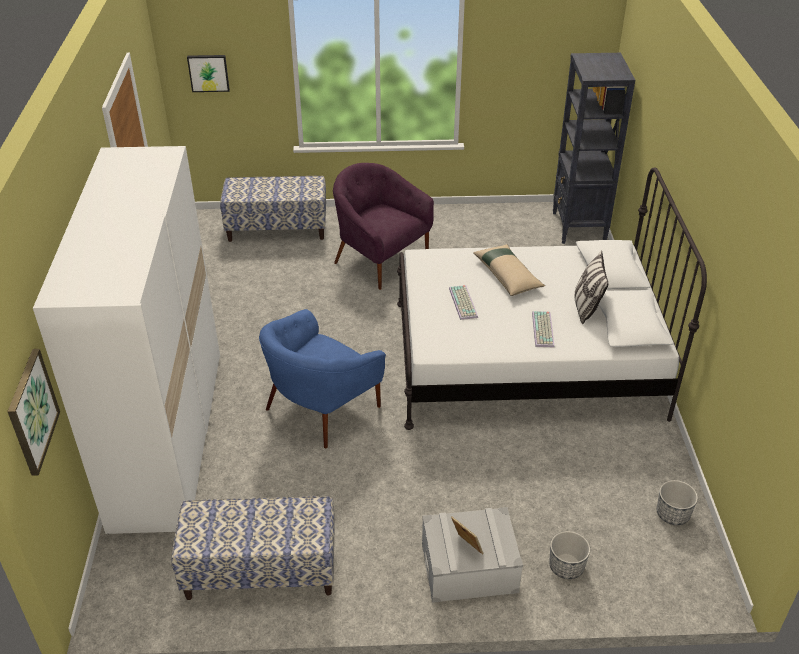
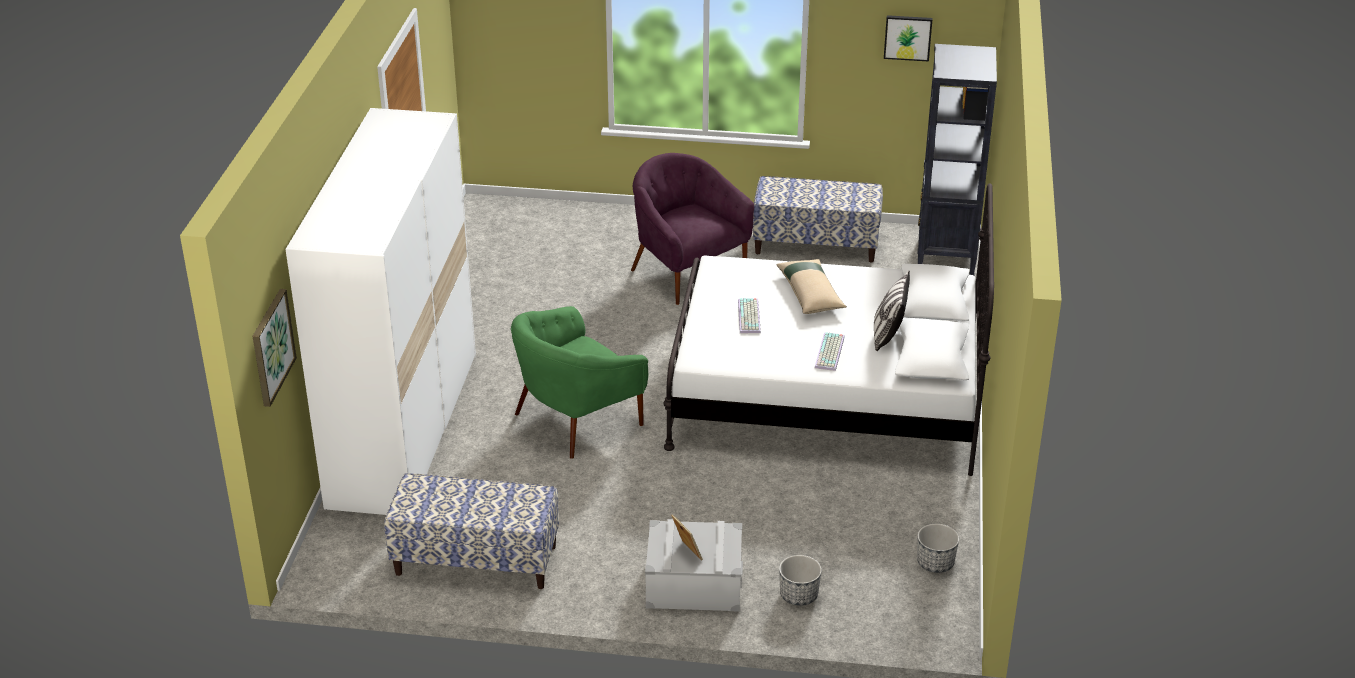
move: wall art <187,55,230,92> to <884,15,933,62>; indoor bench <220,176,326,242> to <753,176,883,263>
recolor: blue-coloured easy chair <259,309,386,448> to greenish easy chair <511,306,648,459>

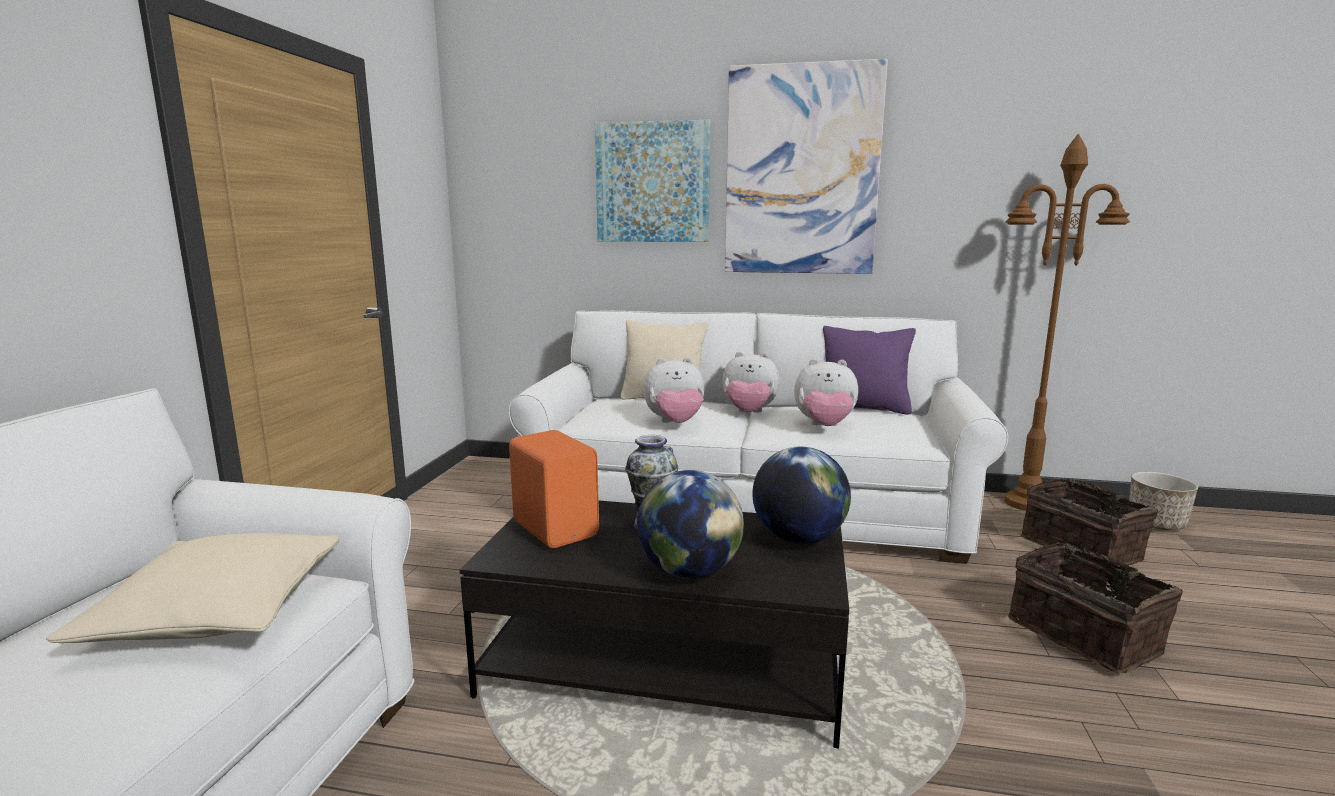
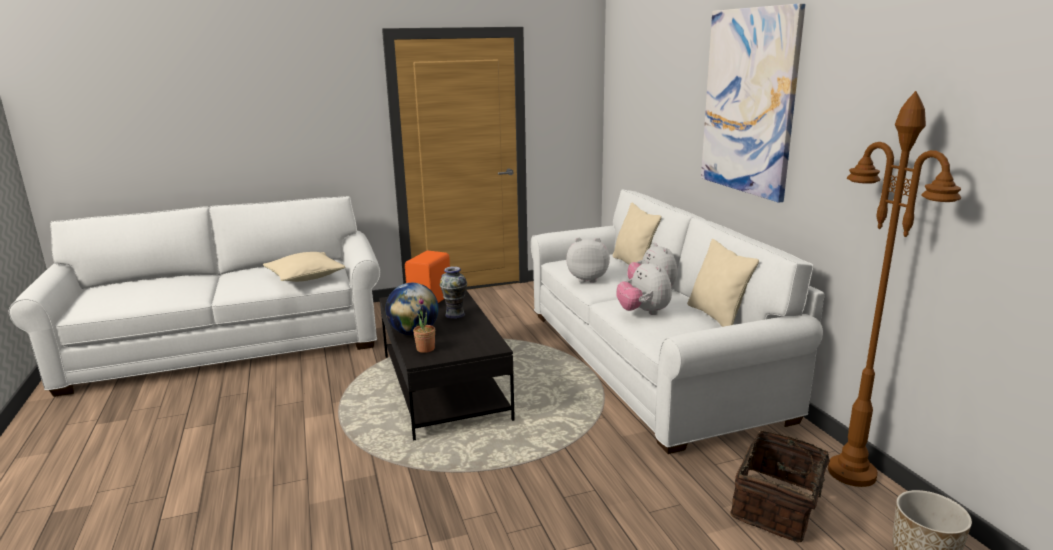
delete: wall art <595,120,710,242>; globe <752,446,851,544>; basket <1008,542,1183,673>
insert: plant in a pot <413,298,435,353>
recolor: purple-coloured cushion <823,326,916,415> to beige-coloured cushion <687,239,759,327>
rotate: soft toy <644,357,704,423> = <566,238,610,283> 135 degrees clockwise

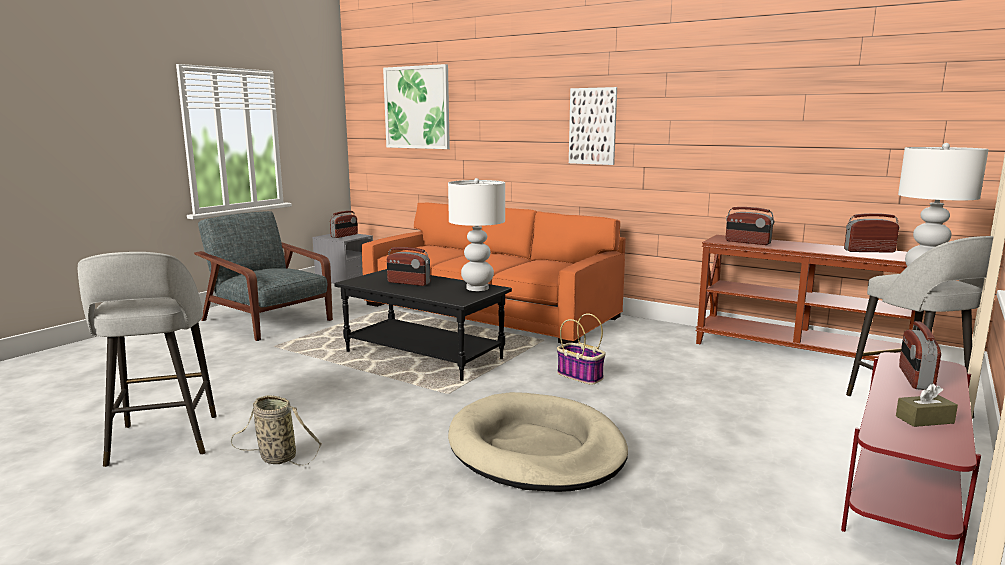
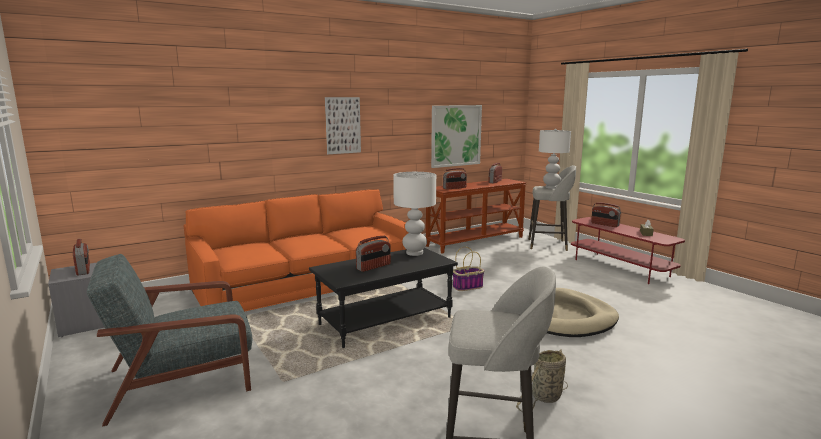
move: wall art <383,64,450,149> to <431,105,482,168>

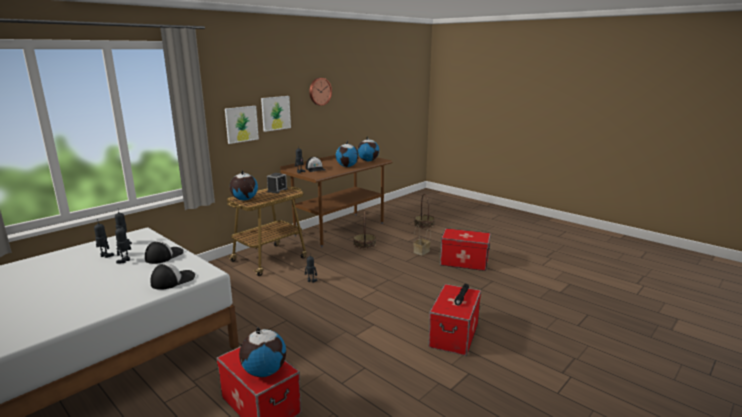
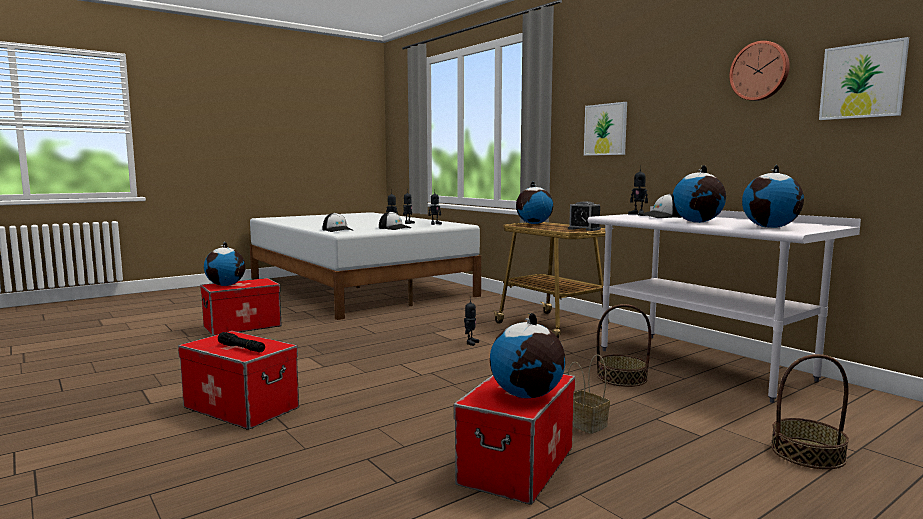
insert: globe <490,313,565,398>
move: wall art <261,96,291,132> to <819,37,909,120>
recolor: brownish desk unit <280,155,393,247> to whitish desk unit <588,206,861,403>

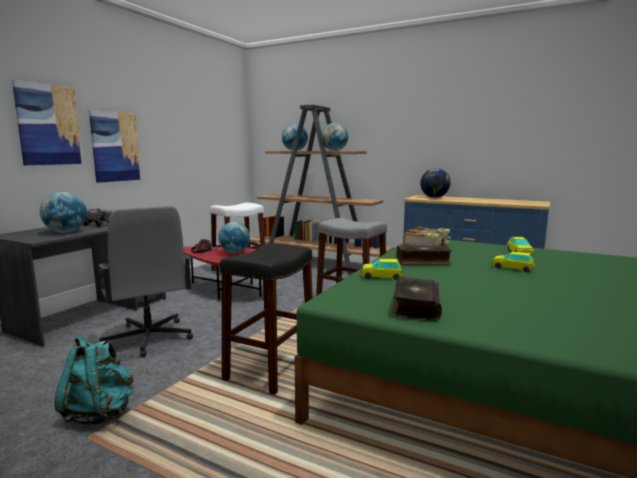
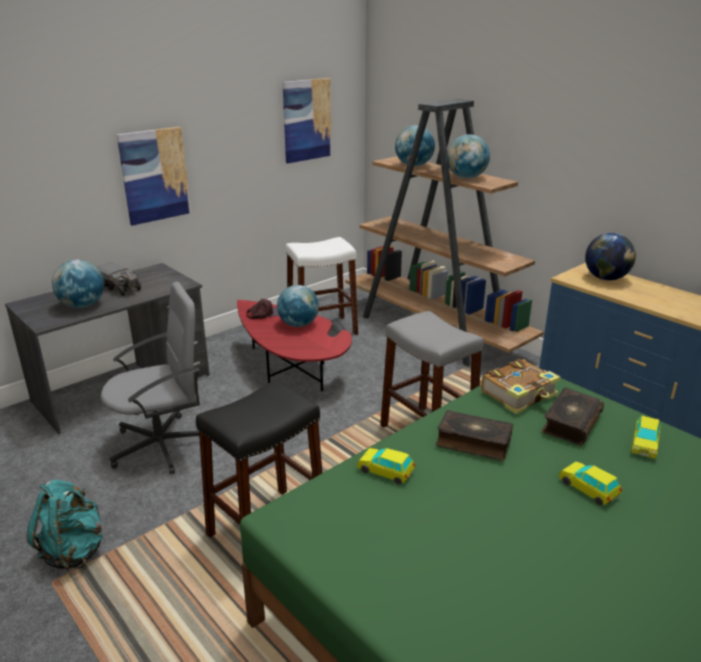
move: wall art <12,80,83,165> to <282,78,331,163>; volume <392,276,442,321> to <541,388,604,445>
rotate: gray desk chair <97,205,193,358> = <101,282,200,474> 105 degrees counterclockwise

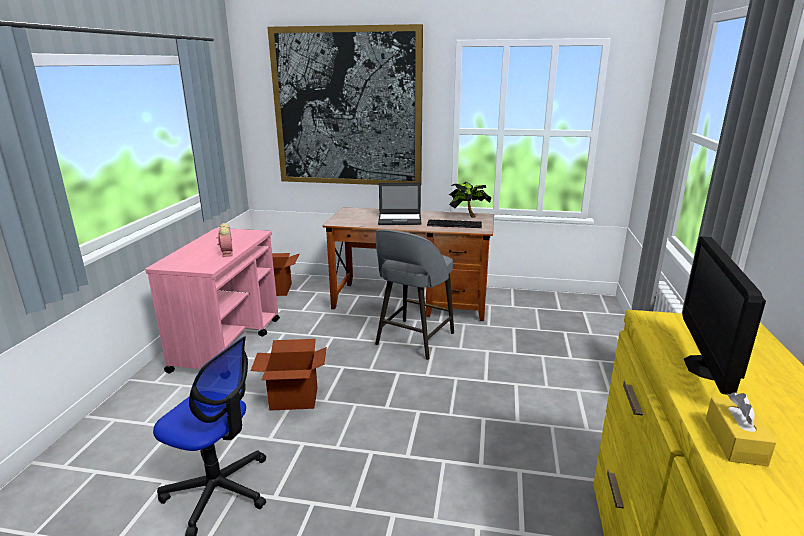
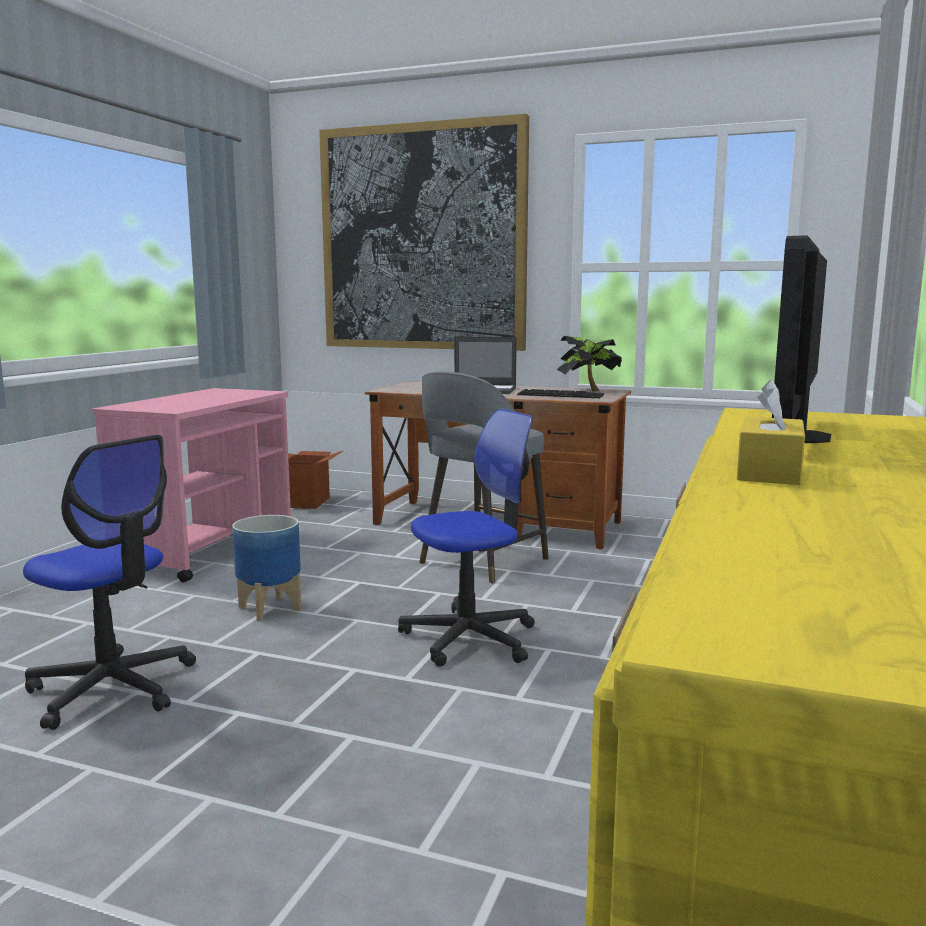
delete: alarm clock <216,223,233,257>
insert: desk chair <398,409,535,667>
replace: packing box <251,339,327,411> to planter <232,515,301,621>

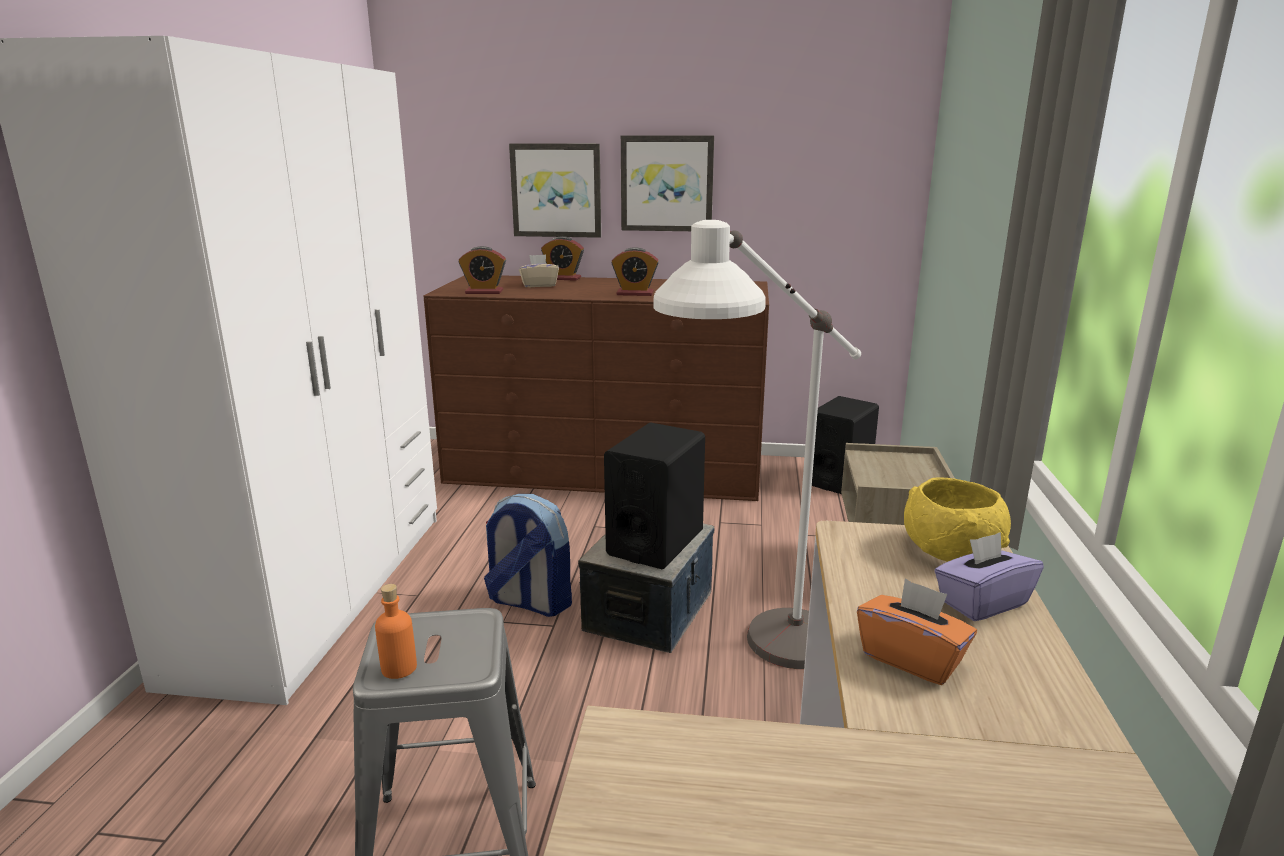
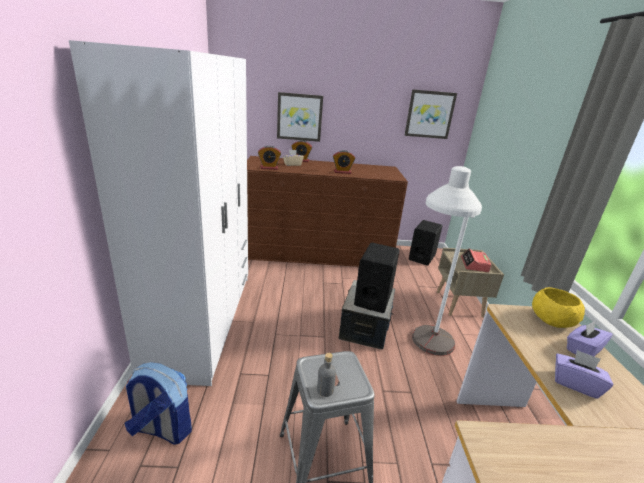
insert: alarm clock <461,248,492,272>
move: wall art <621,136,714,231> to <405,89,457,139>; knapsack <484,494,572,617> to <125,362,192,445>
recolor: orange tissue holder <857,578,977,685> to purple-coloured tissue holder <555,350,613,399>; orange drink bottle <375,584,417,679> to gray drink bottle <317,353,336,397>

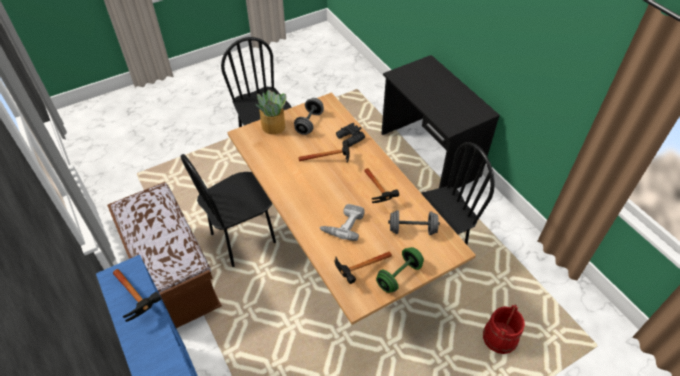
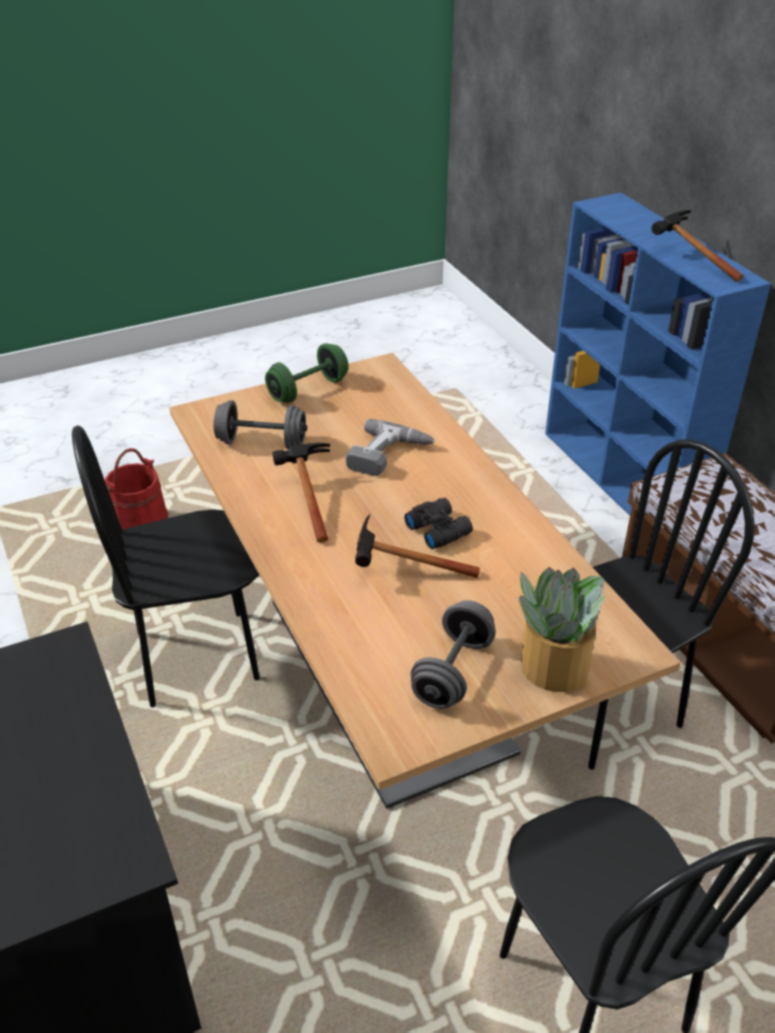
delete: hand hammer <334,252,392,284>
move: blackish field glasses <336,123,365,147> to <404,498,473,549>

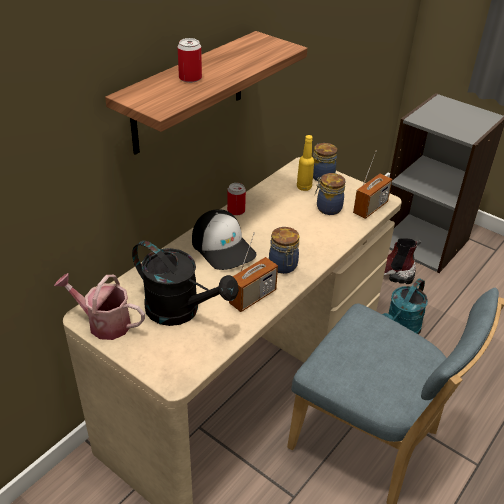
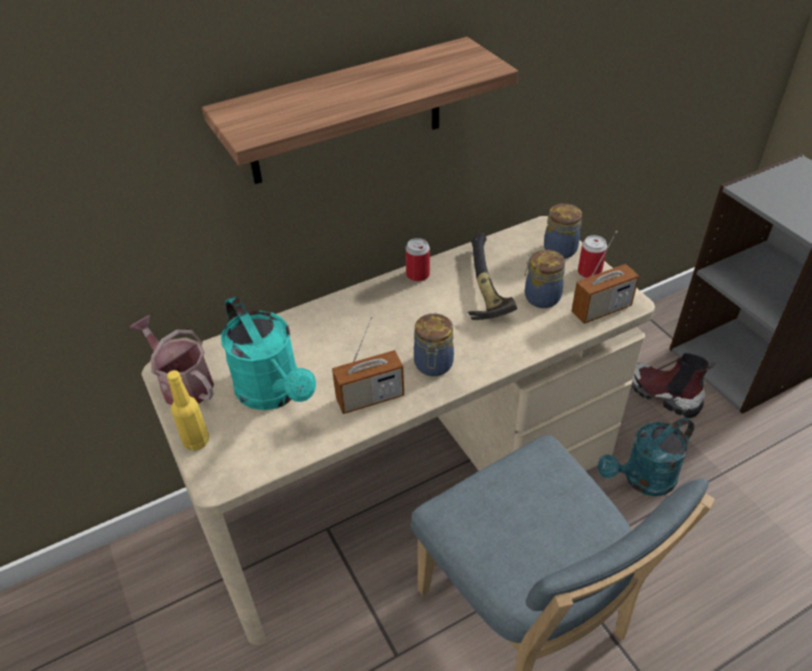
delete: cap <192,209,257,270>
insert: hand hammer <468,233,517,320>
move: metal can <178,38,202,83> to <578,235,607,278>; yellow-coloured drink bottle <297,135,314,191> to <167,370,209,451>
recolor: blackish watering pot <132,241,239,326> to turquoise-coloured watering pot <221,296,316,410>

